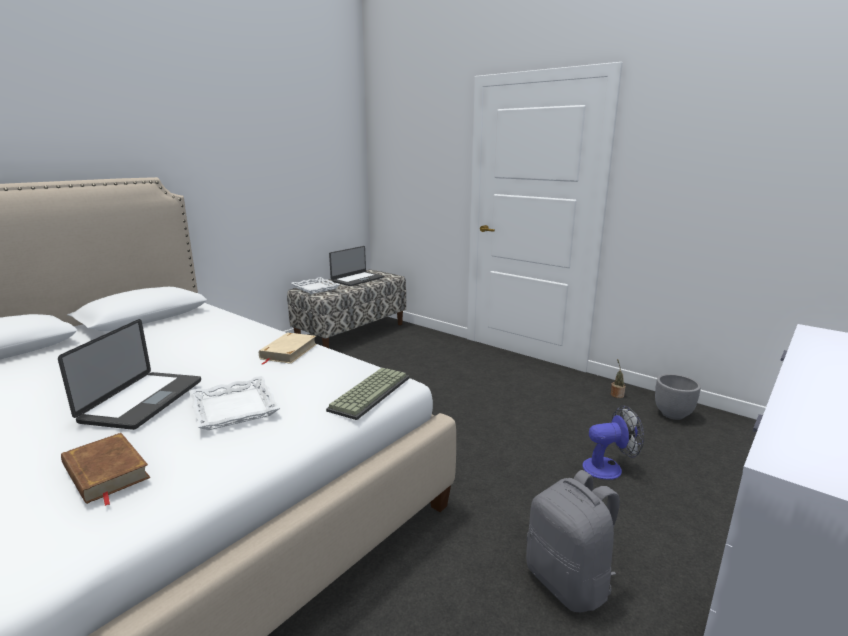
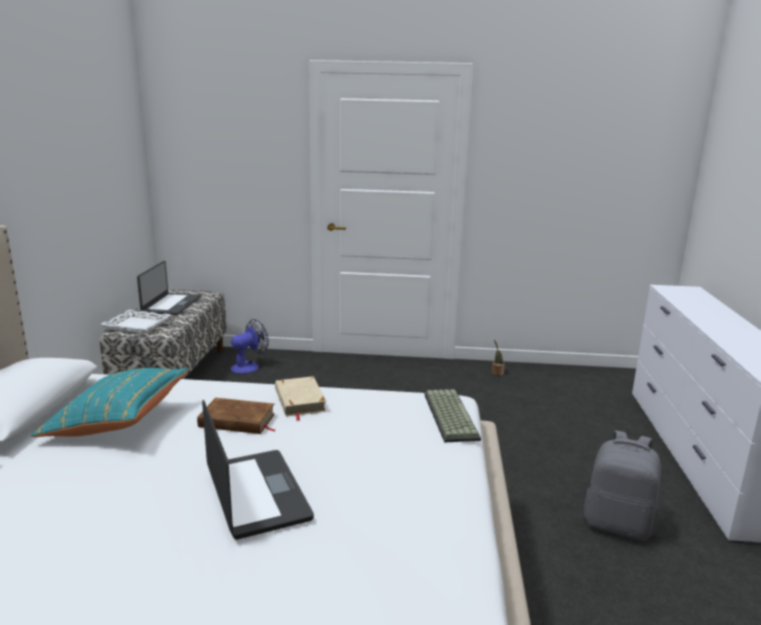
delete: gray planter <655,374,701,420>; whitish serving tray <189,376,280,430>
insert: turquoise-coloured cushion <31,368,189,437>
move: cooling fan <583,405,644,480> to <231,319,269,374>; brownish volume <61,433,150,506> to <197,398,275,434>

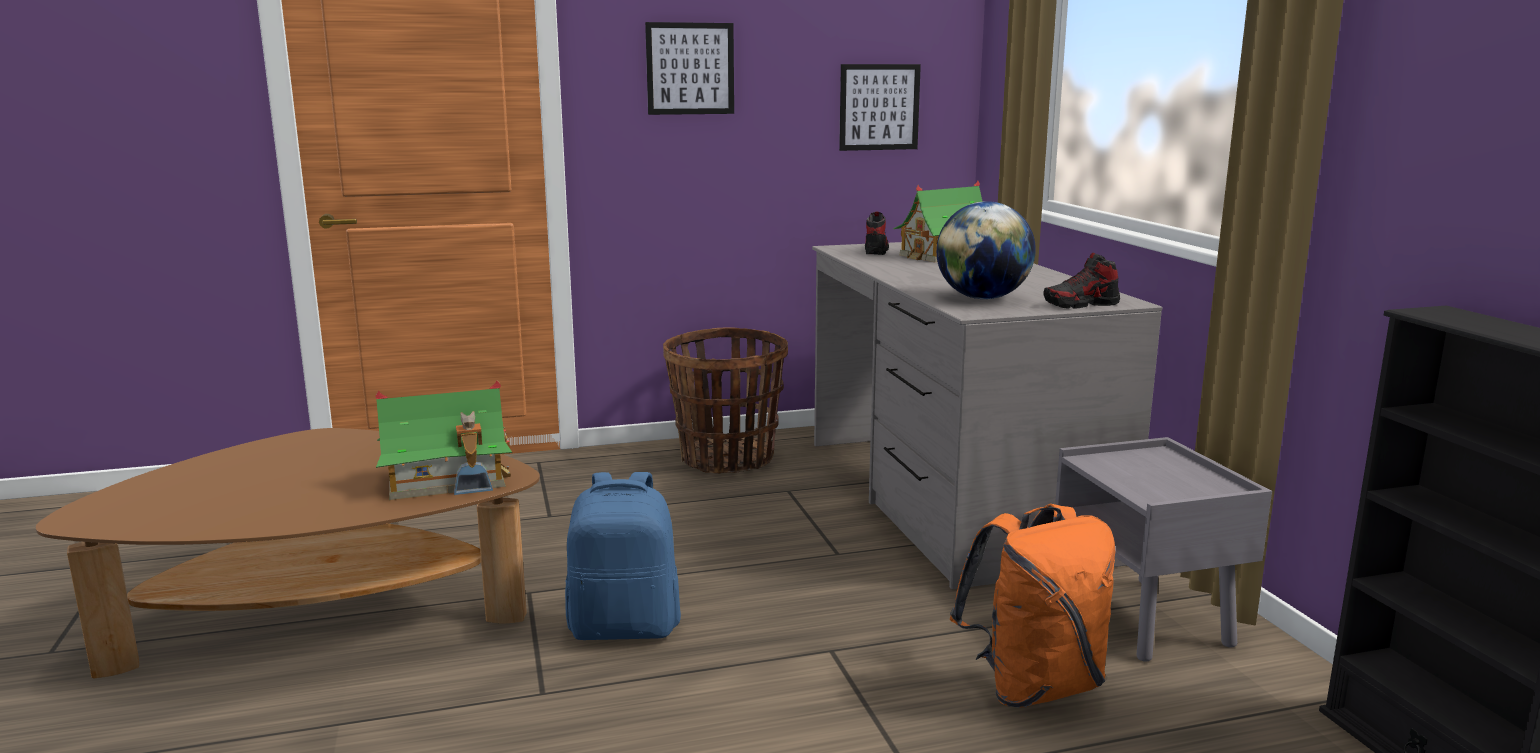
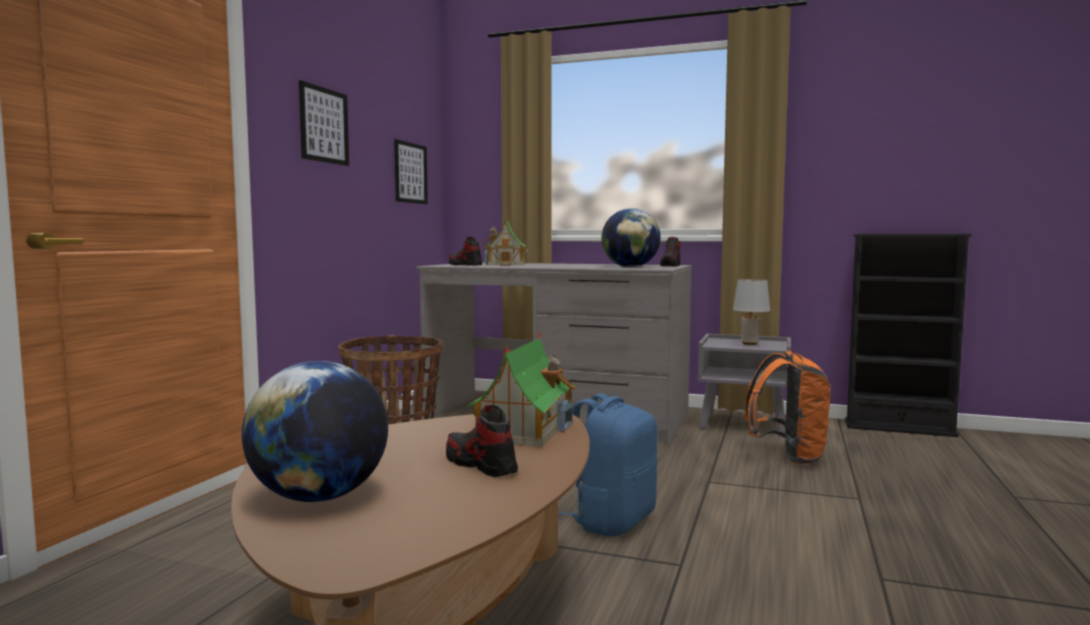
insert: gray lamp for a table <733,279,770,345>; globe <242,361,388,502>; item of footwear <446,405,518,477>

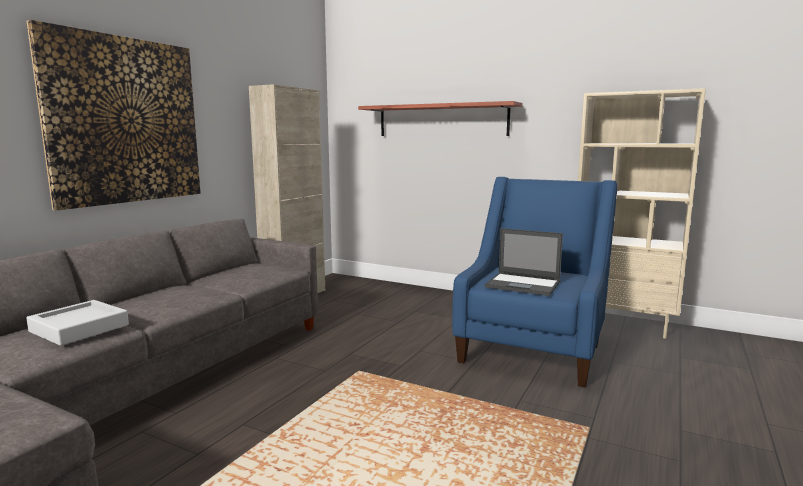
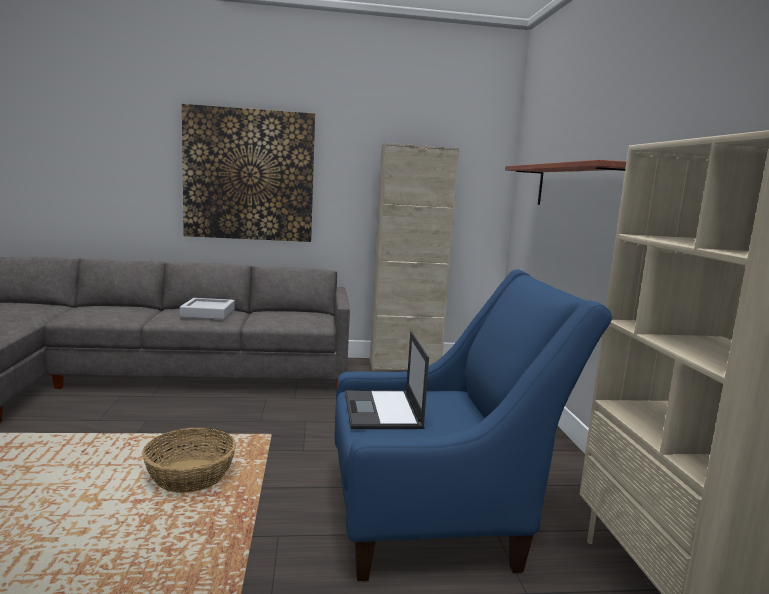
insert: basket <142,428,236,493>
move: gray serving tray <26,300,129,346> to <180,298,235,319>

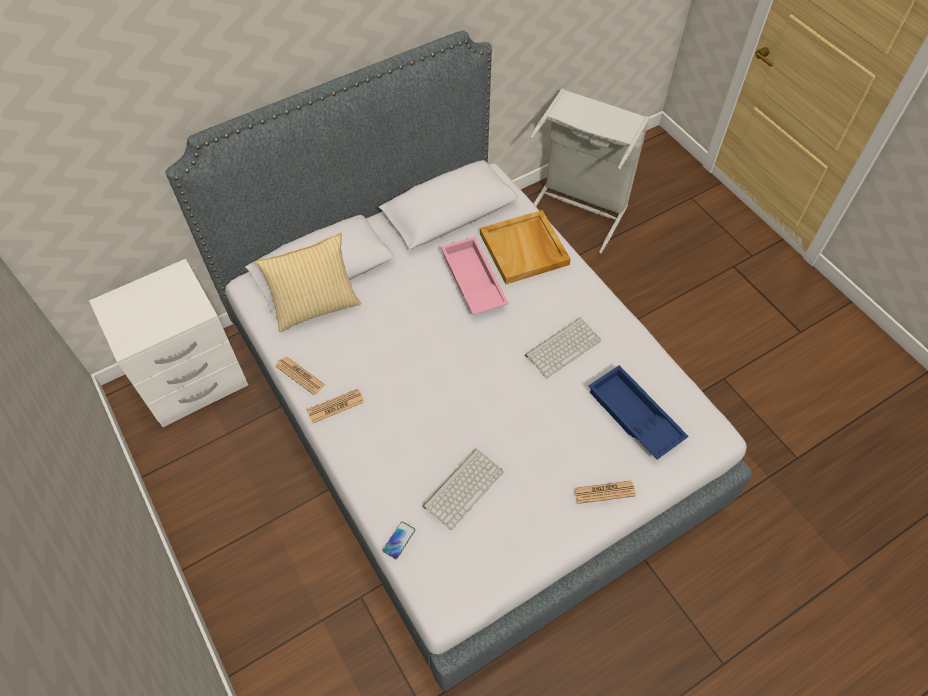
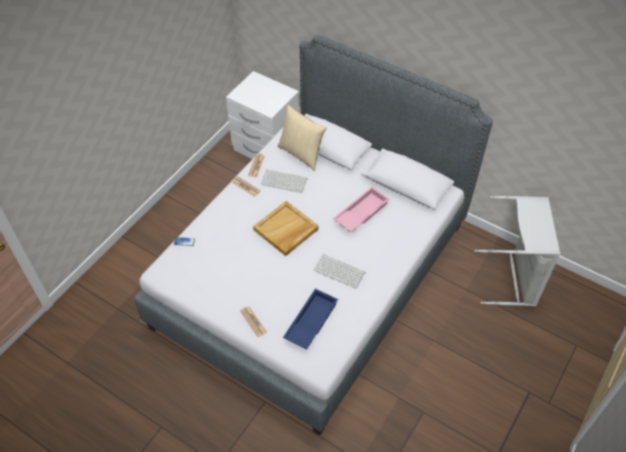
move: beige-coloured serving tray <480,210,571,284> to <253,201,319,256>; PC keyboard <423,449,504,530> to <261,170,307,193>

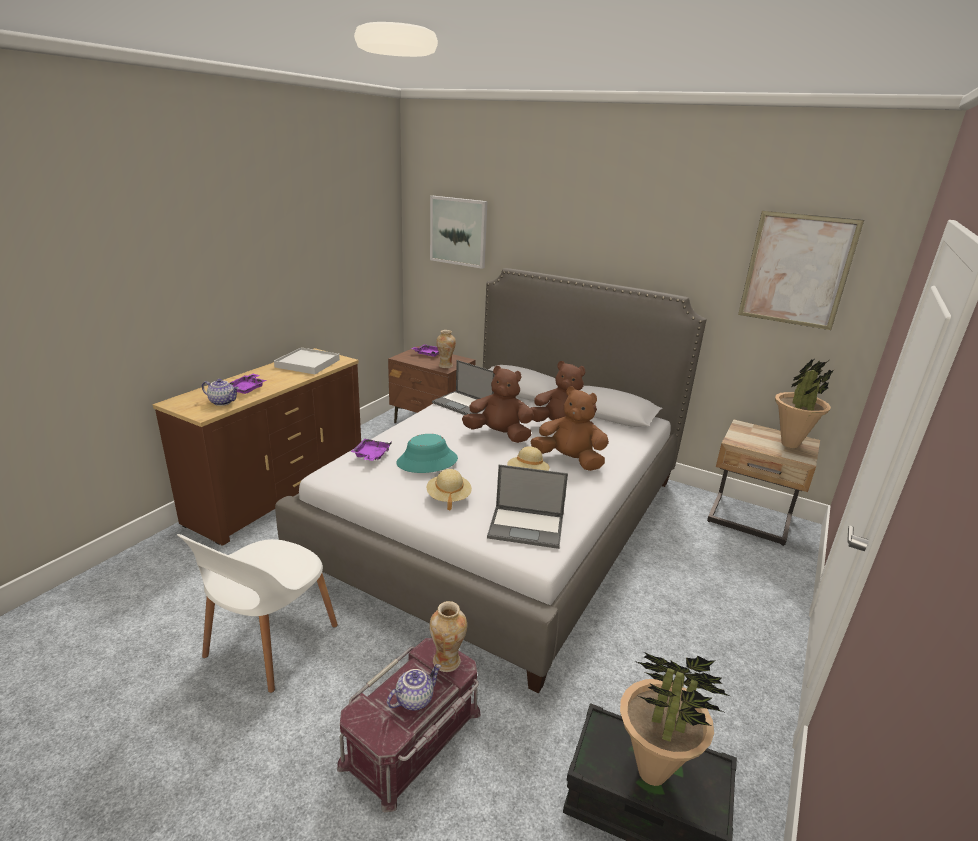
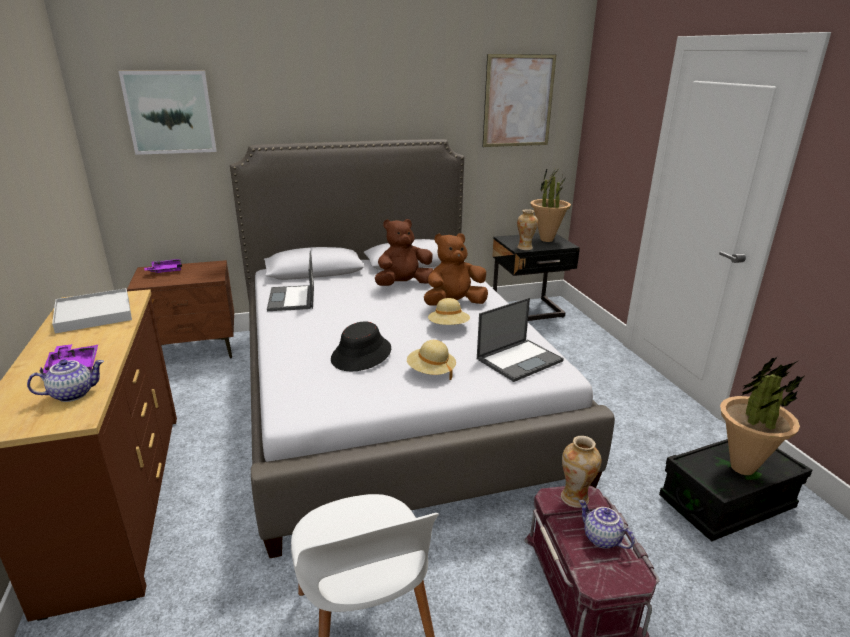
delete: brownish soft toy <462,366,534,443>; purple-coloured serving tray <351,439,392,461>
move: decorative vase <436,330,456,368> to <517,209,538,250>
recolor: beige-coloured bedside table <707,419,820,546> to blackish bedside table <492,233,580,321>; turquoise-coloured wearable hat <397,434,458,473> to blackish wearable hat <331,322,391,371>
rotate: notebook computer <432,360,495,415> = <267,250,314,311> 90 degrees clockwise; pot for tea <387,664,441,710> = <579,500,635,549> 45 degrees counterclockwise

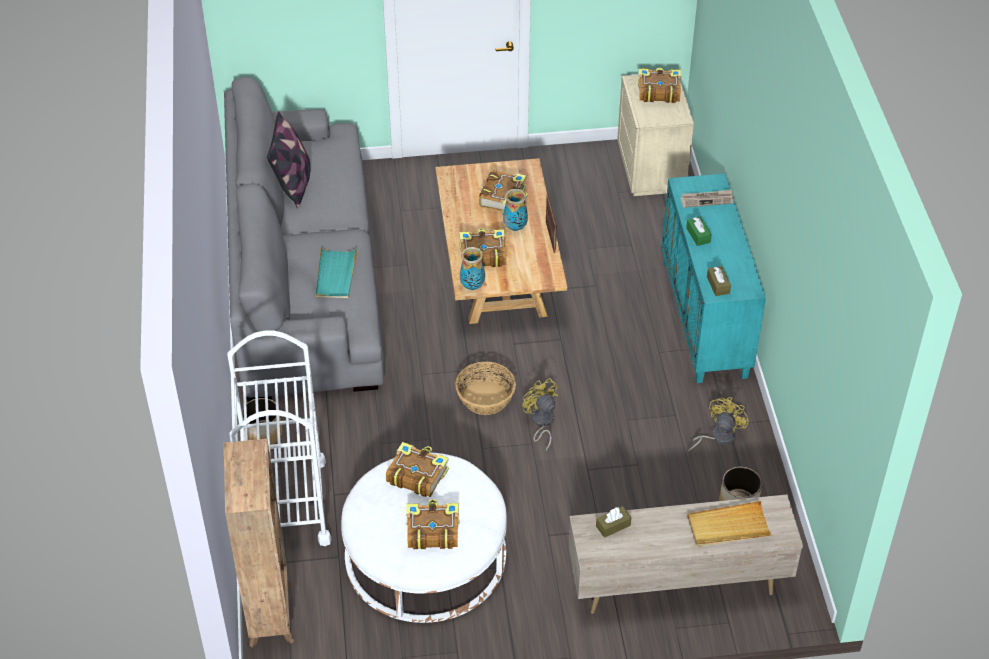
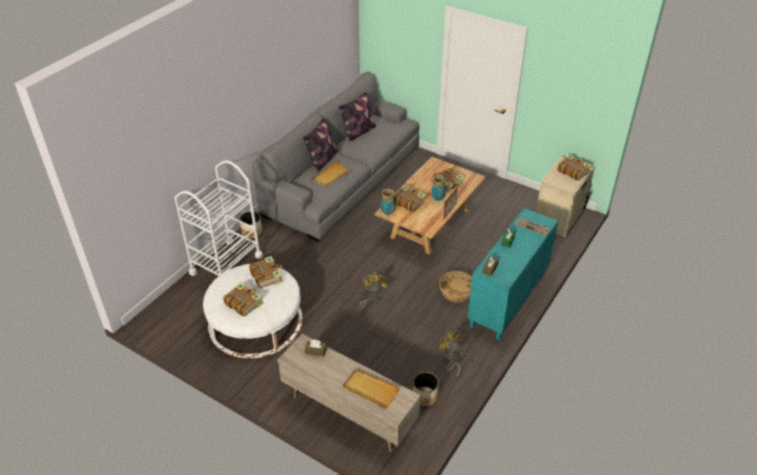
delete: brownish shelving unit <224,439,294,648>
insert: cushion <303,118,337,173>
move: basket <455,362,516,415> to <439,271,472,303>
recolor: turquoise-coloured serving tray <316,247,358,299> to beige-coloured serving tray <312,161,352,188>
rotate: yellow-coloured cooling fan <688,397,749,452> = <440,329,462,377> 105 degrees counterclockwise

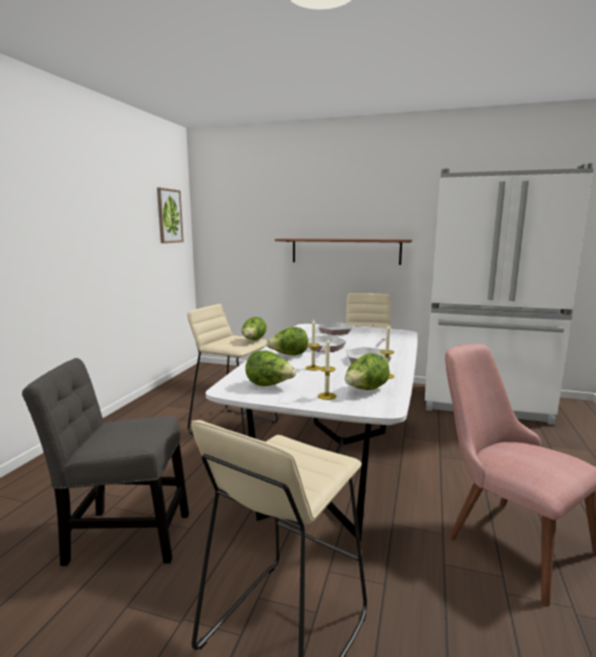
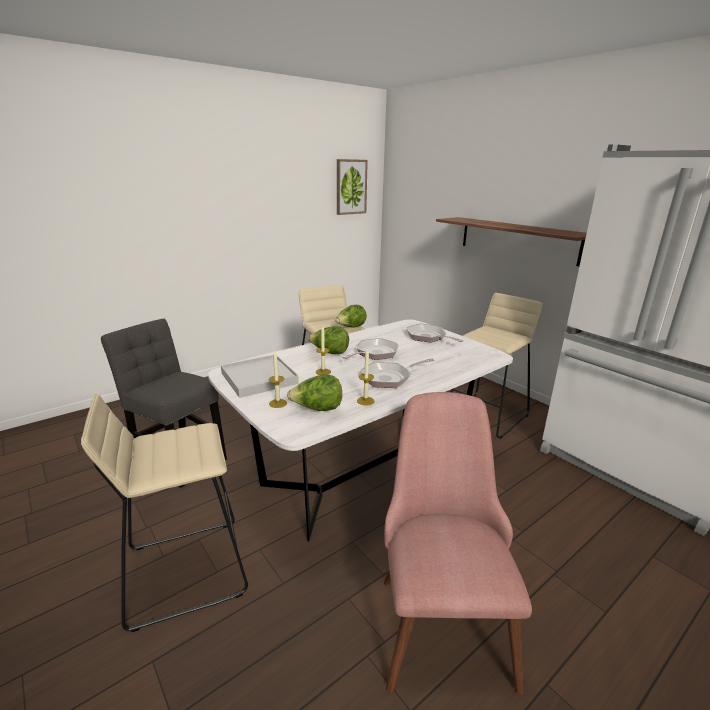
replace: head of lettuce <245,351,296,386> to whitish serving tray <221,355,299,398>

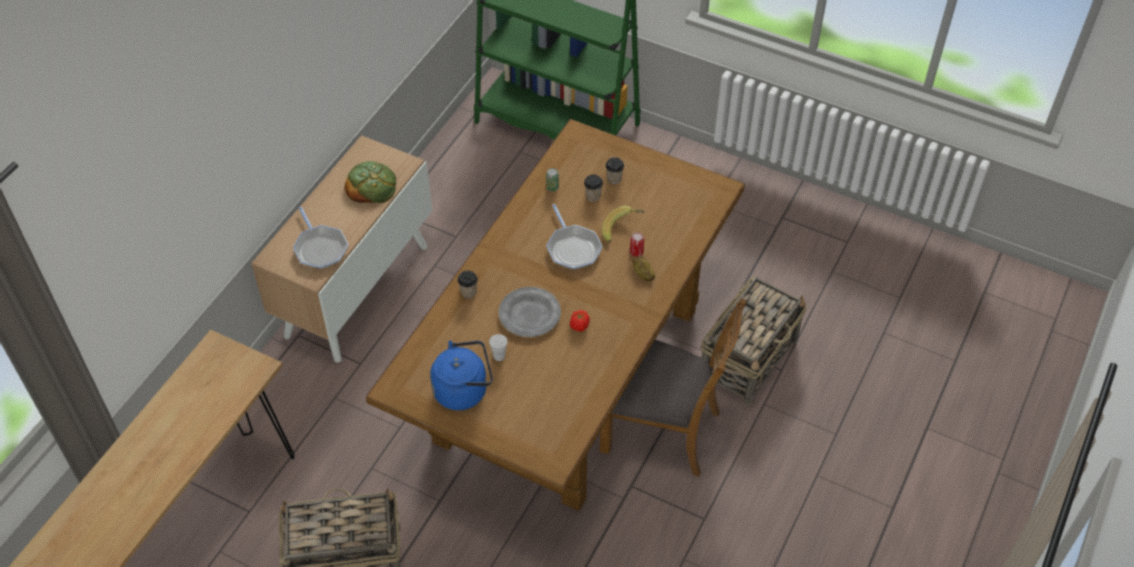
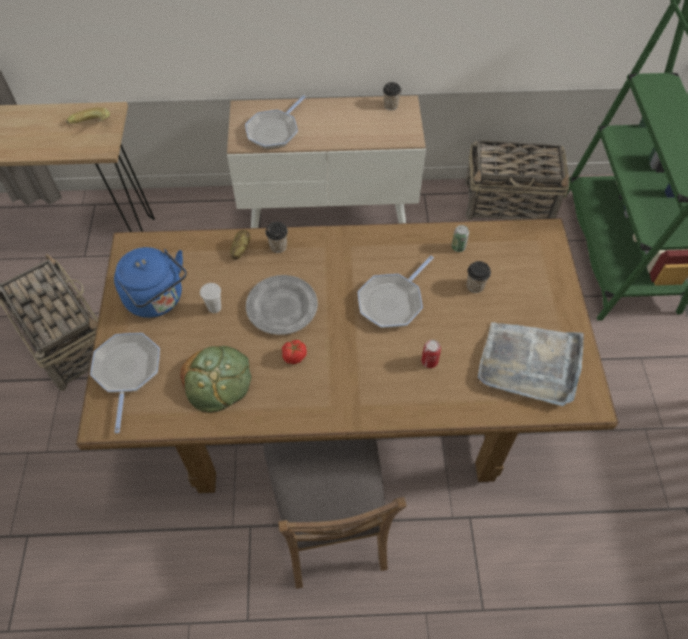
insert: gray serving tray <478,322,584,406>; frying pan <90,333,160,433>
move: drinking cup <605,157,624,184> to <383,82,401,110>; baked bread <345,161,396,203> to <180,346,251,413>; banana <602,206,645,243> to <66,107,110,124>; potato <633,256,655,281> to <230,230,251,260>; basket <701,276,807,405> to <465,140,569,220>

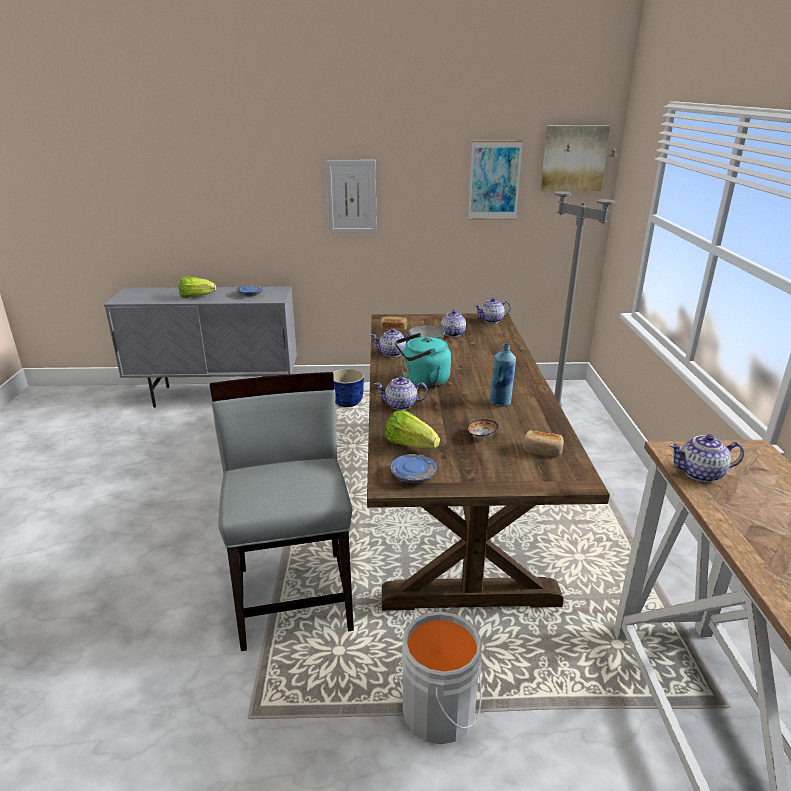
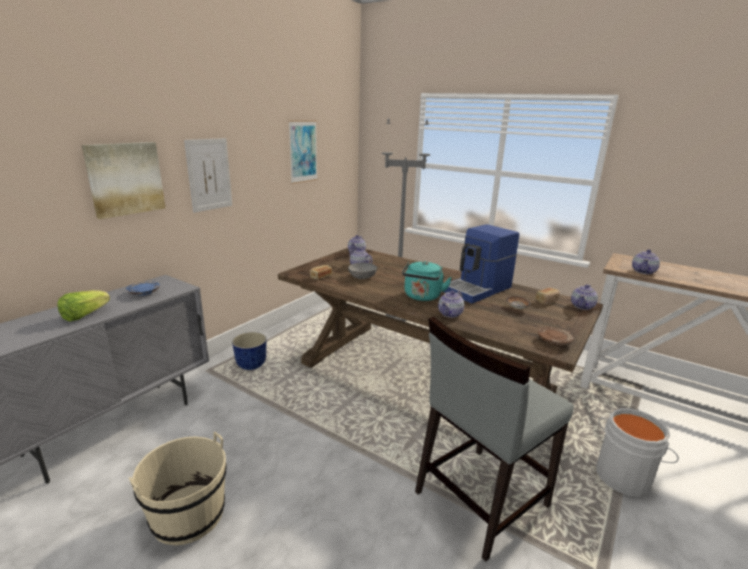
delete: head of lettuce <385,410,440,449>
insert: beige-coloured pail <129,431,227,545>
move: wall art <541,126,610,191> to <82,142,165,219>; pot for tea <370,328,412,357> to <571,284,598,310>
replace: blue-coloured drink bottle <490,344,516,407> to coffee brewer <444,224,519,303>
recolor: blue-coloured dinner plate <390,454,437,483> to brownish dinner plate <538,327,574,346>
rotate: gray plain chair <210,372,354,651> = <415,316,574,562> 60 degrees counterclockwise

